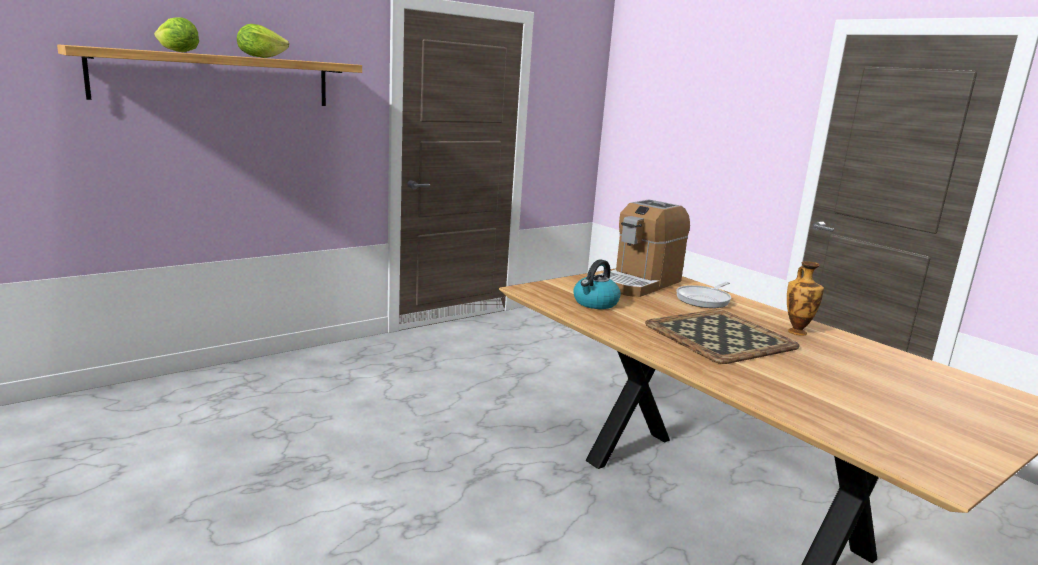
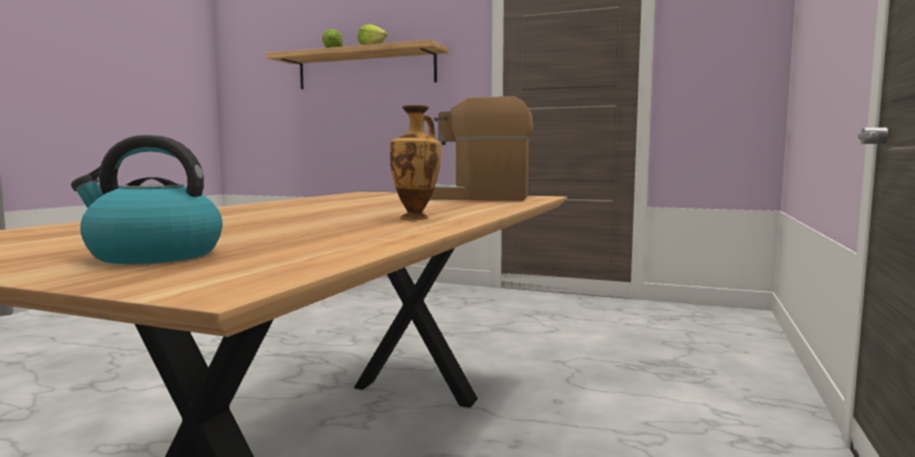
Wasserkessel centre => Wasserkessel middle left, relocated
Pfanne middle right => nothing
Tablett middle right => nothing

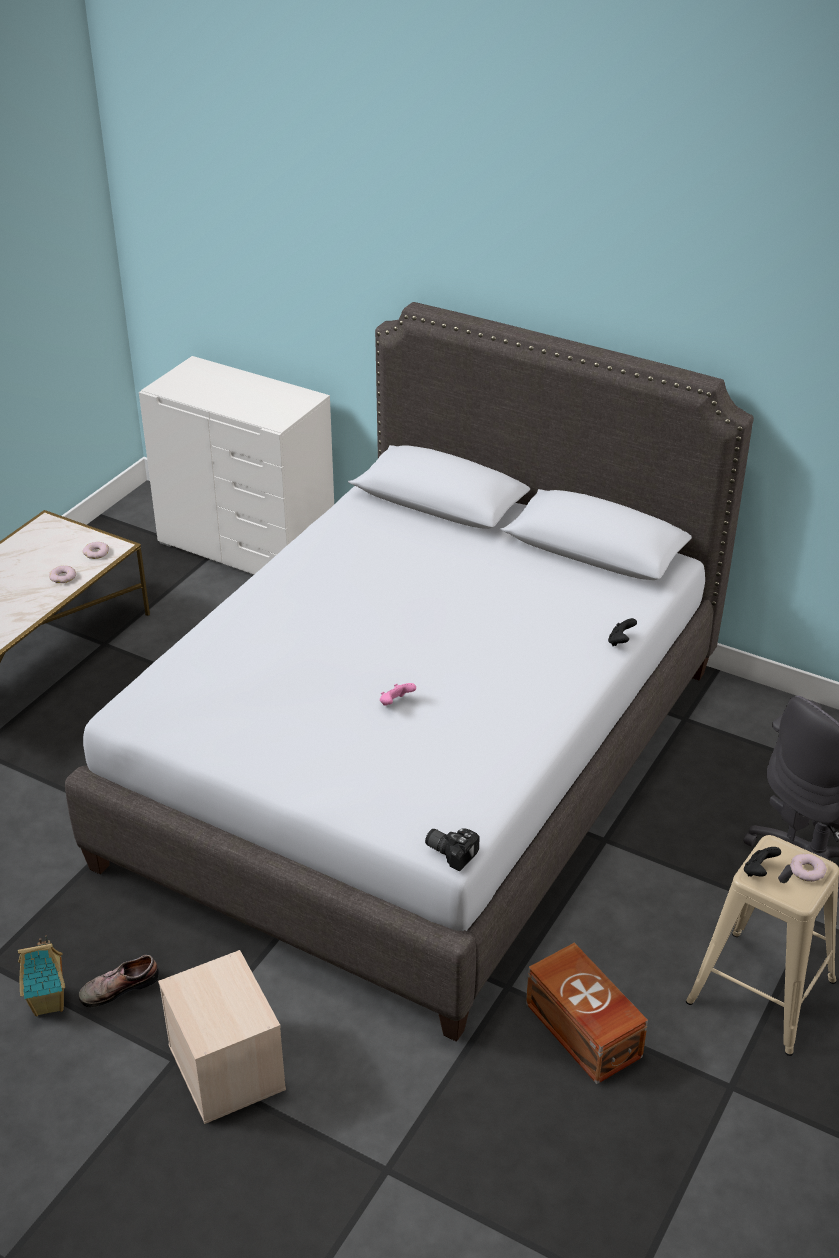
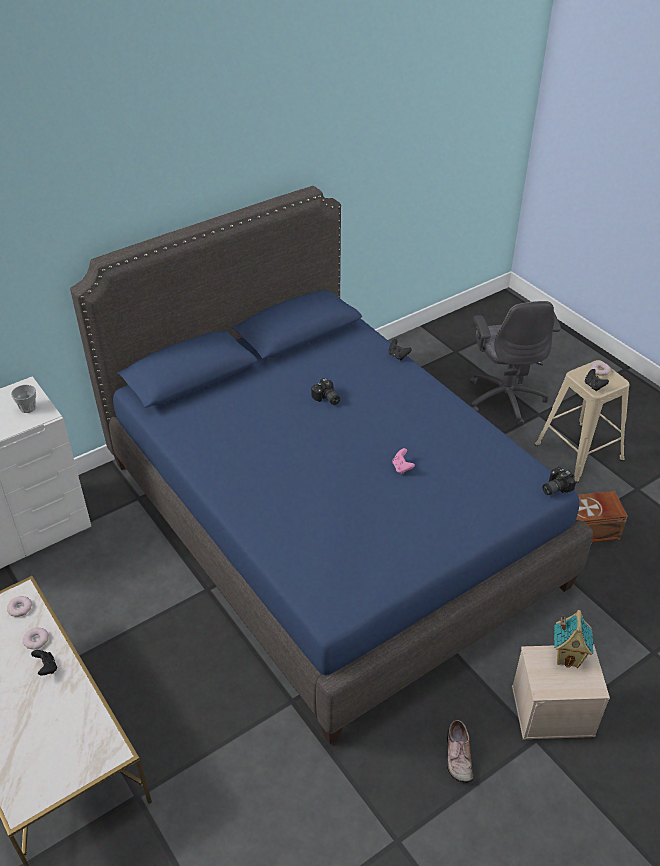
Bett/grau centre => Bett/blau centre
Spielzeughaus bottom left => Spielzeughaus bottom right, relocated
nothing => Kamera (no. 1 from left) centre
nothing => Tasse middle left
nothing => Gamepad/schwarz (no. 1 from left) bottom left

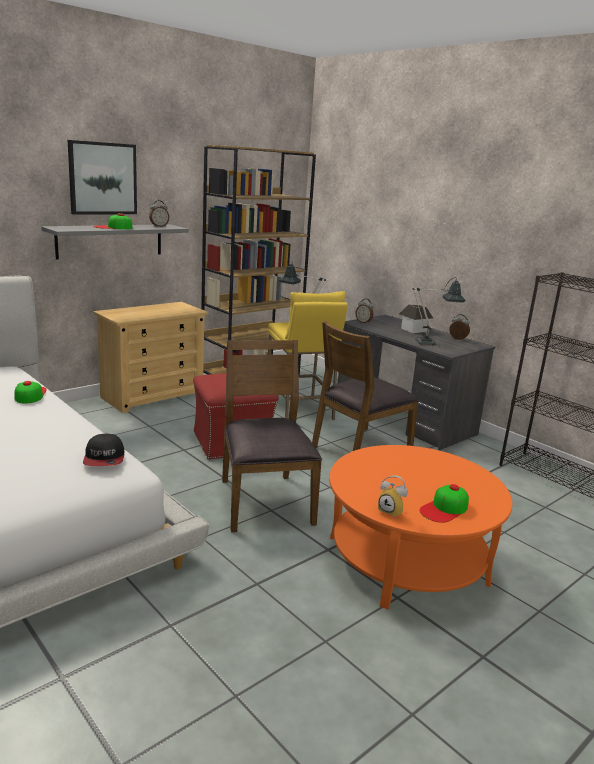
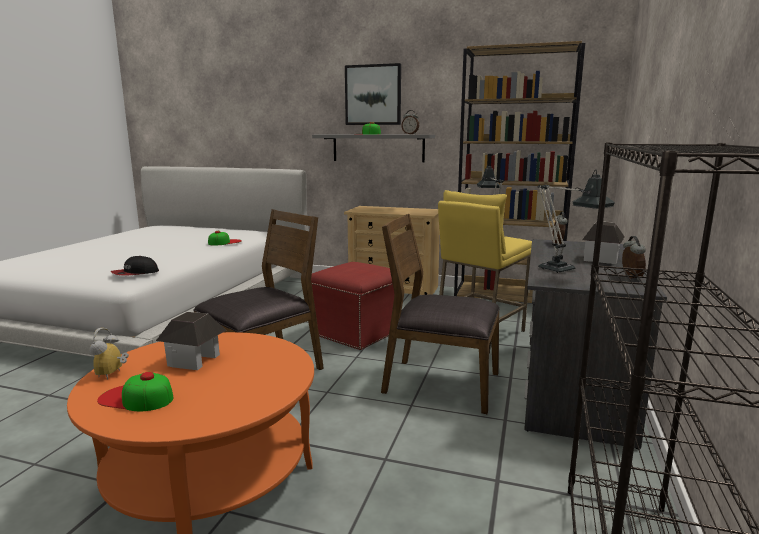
nothing => Spielzeughaus (no. 1 from left) middle left

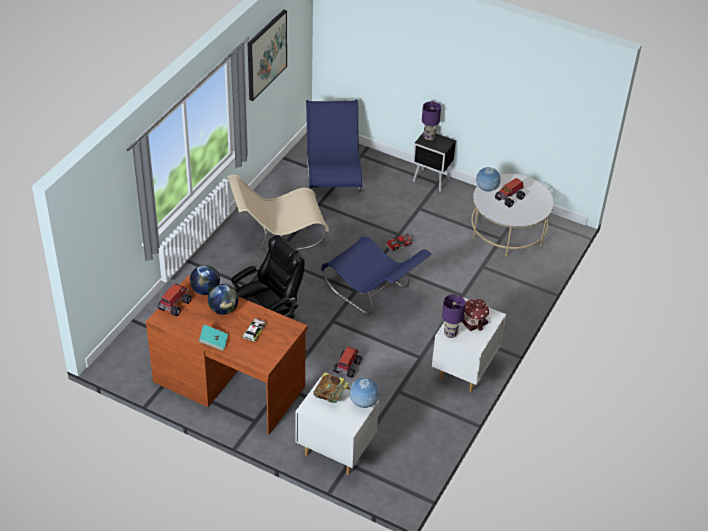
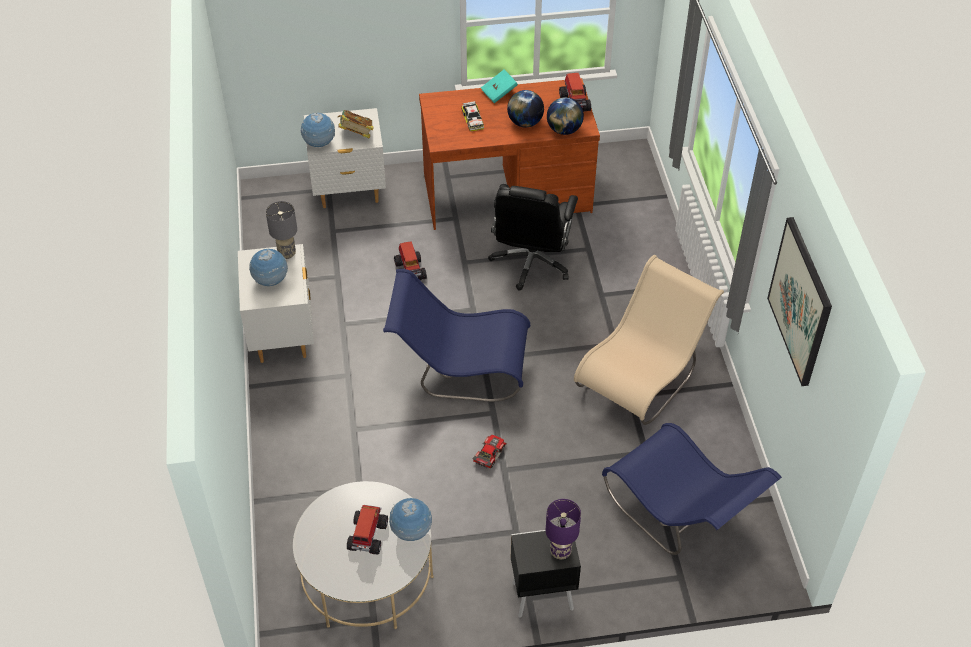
Tischlampe/lila (no. 2 from left) centre => Tischlampe/grau middle left
Spielzeughaus middle right => Globus (no. 1 from left) middle left

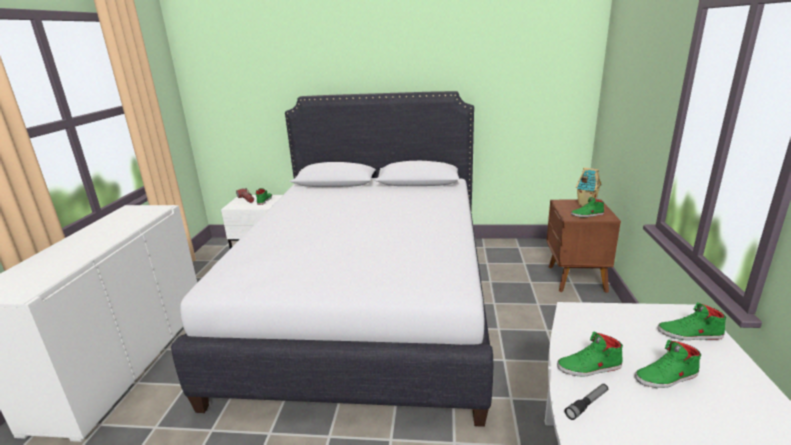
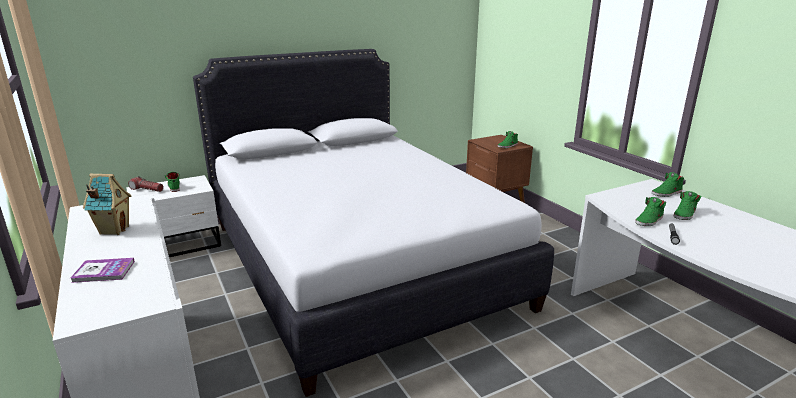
Spielzeughaus middle right => Spielzeughaus middle left, relocated
nothing => Buch bottom left

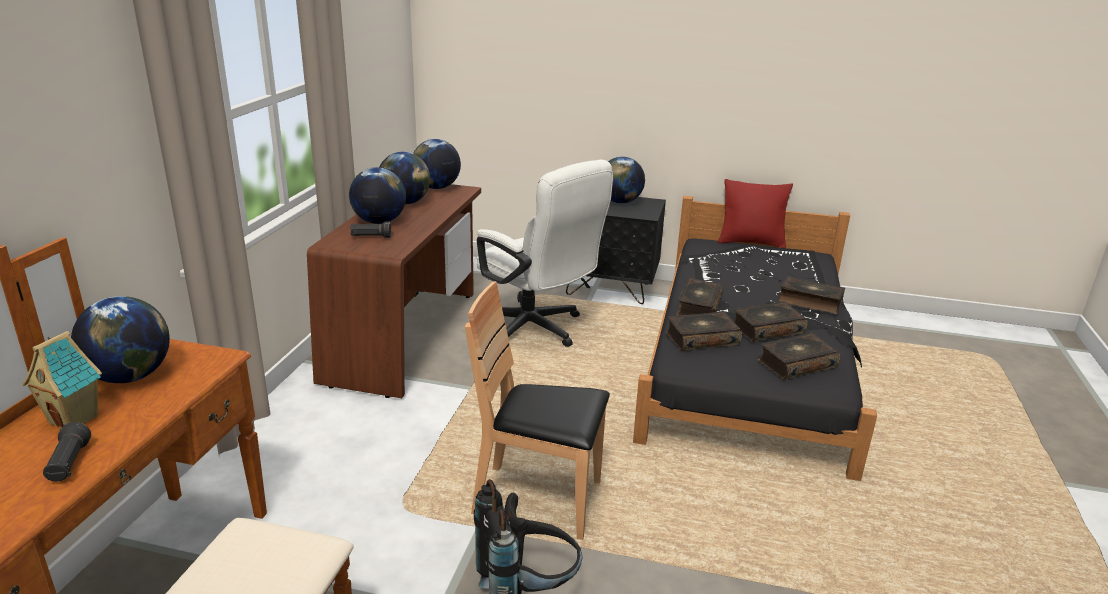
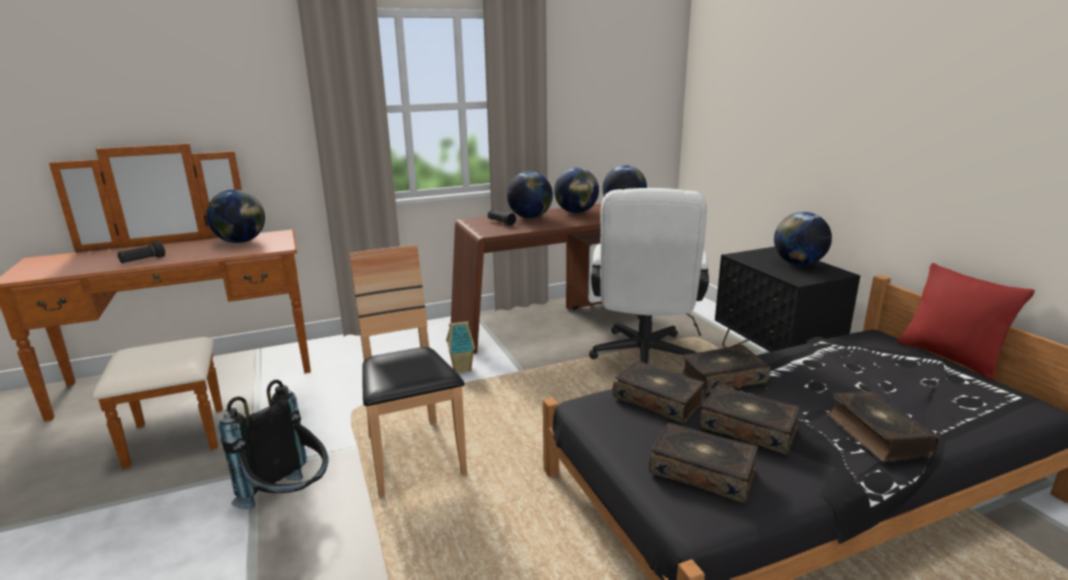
Spielzeughaus middle left => Spielzeughaus centre, relocated

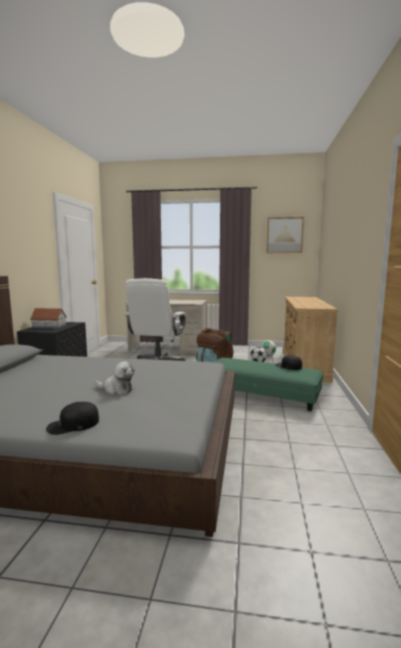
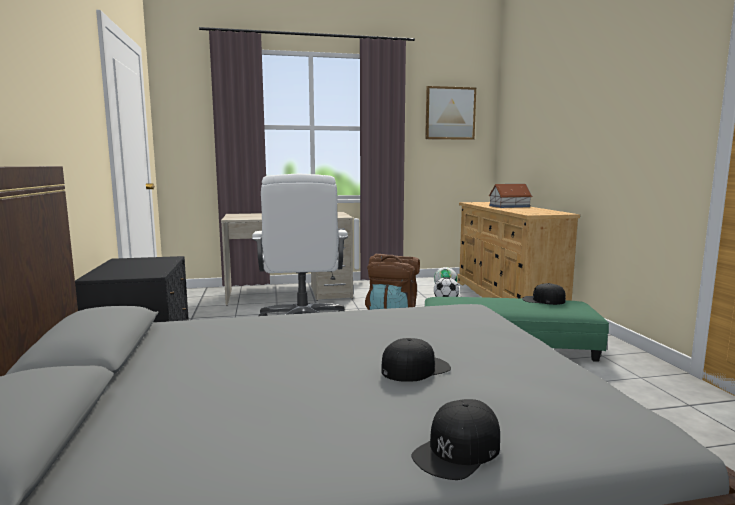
Spielzeughaus middle left => Spielzeughaus middle right, relocated
Plüschtier middle left => Kappe/schwarz (no. 1 from left) bottom centre

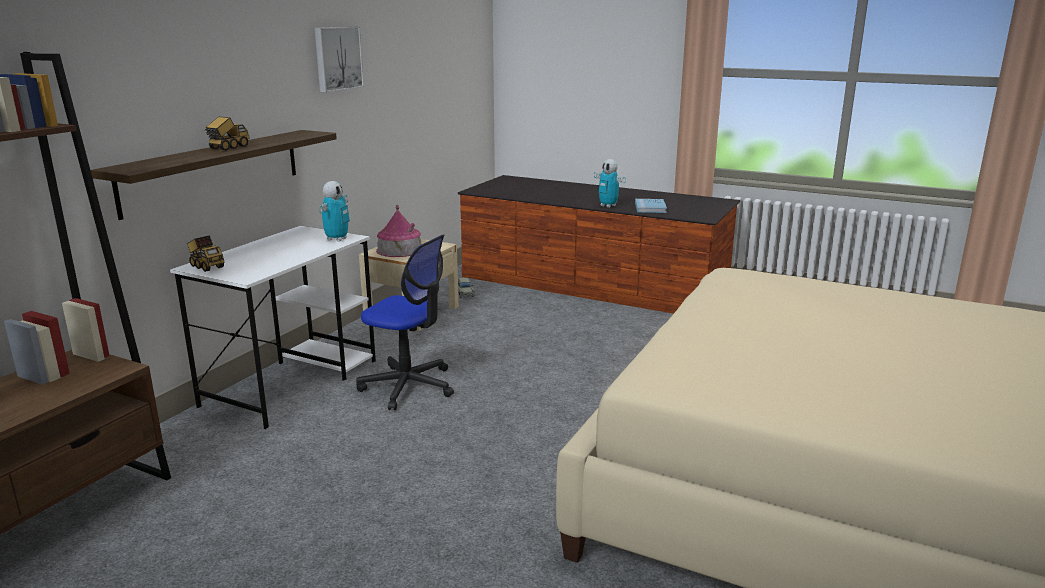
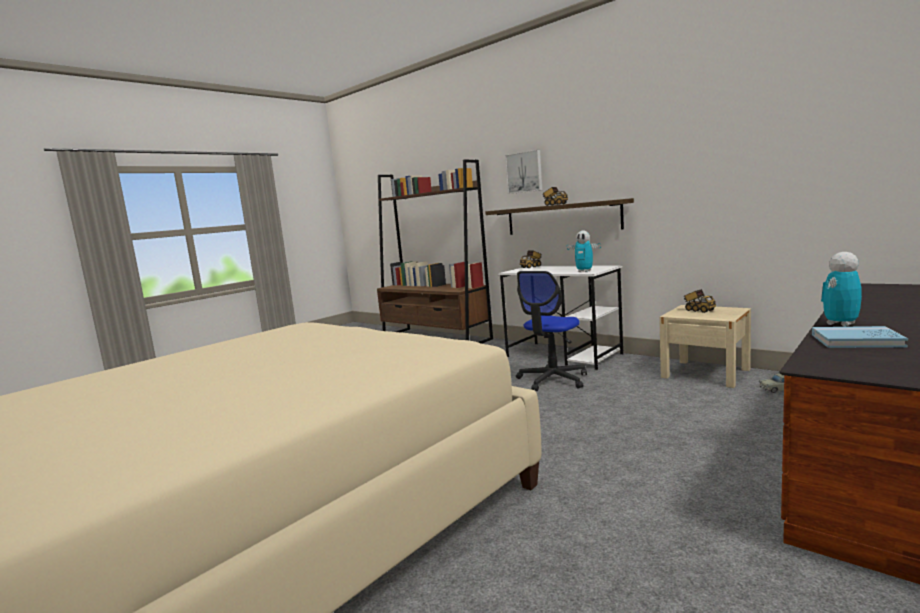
Bild top left => Bild top centre, relocated
Spielzeughaus centre => Spielzeuglaster (no. 3 from left) middle right

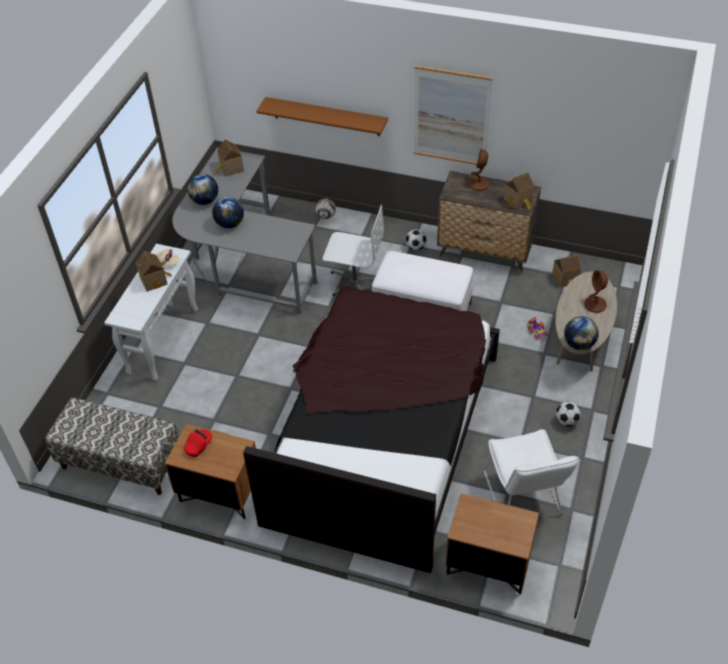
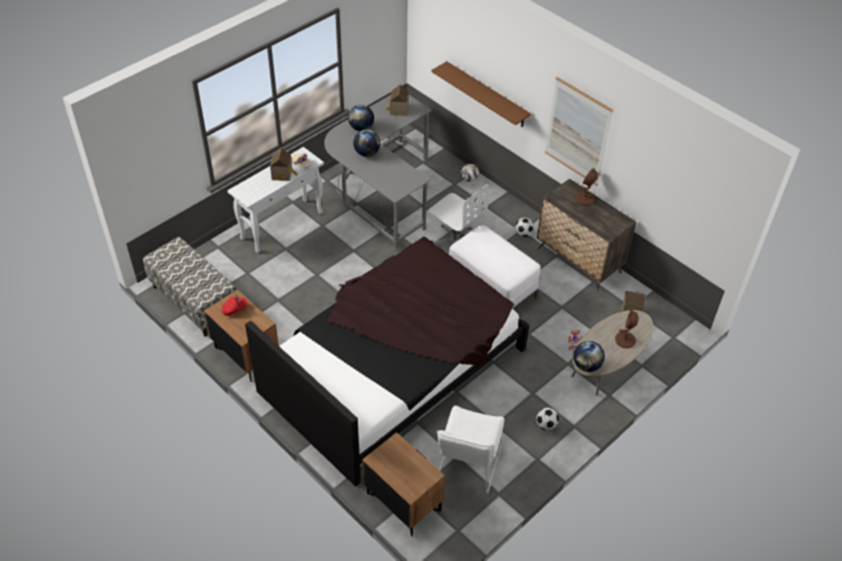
Spielzeughaus (no. 3 from left) top right => nothing

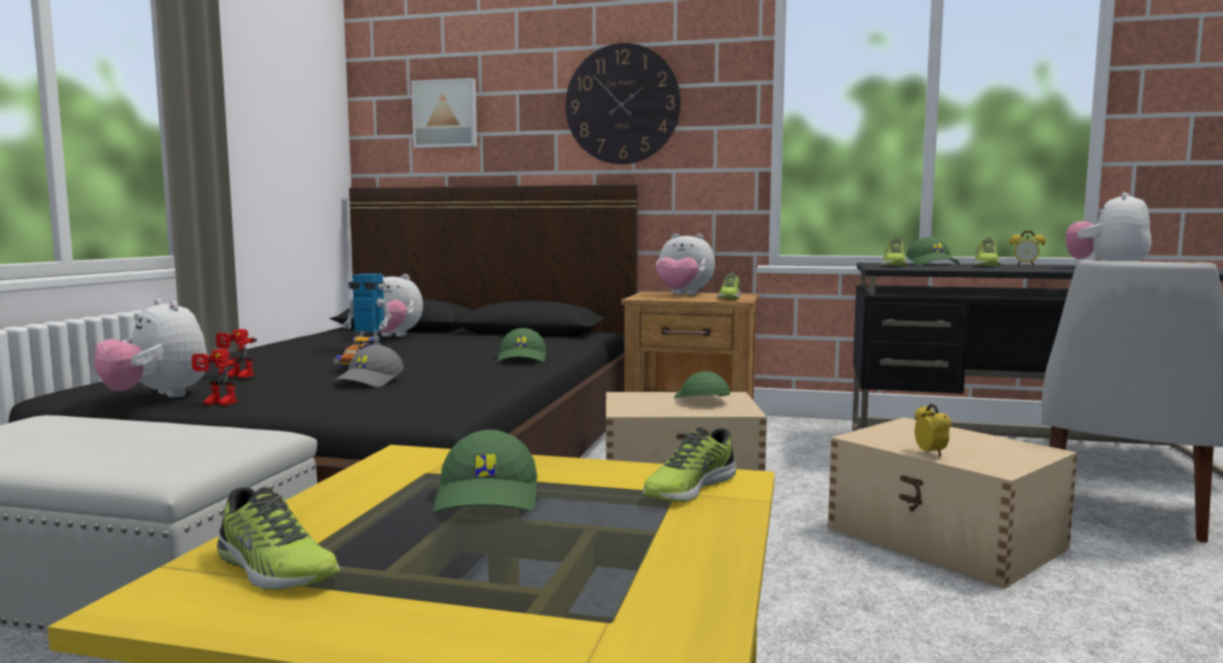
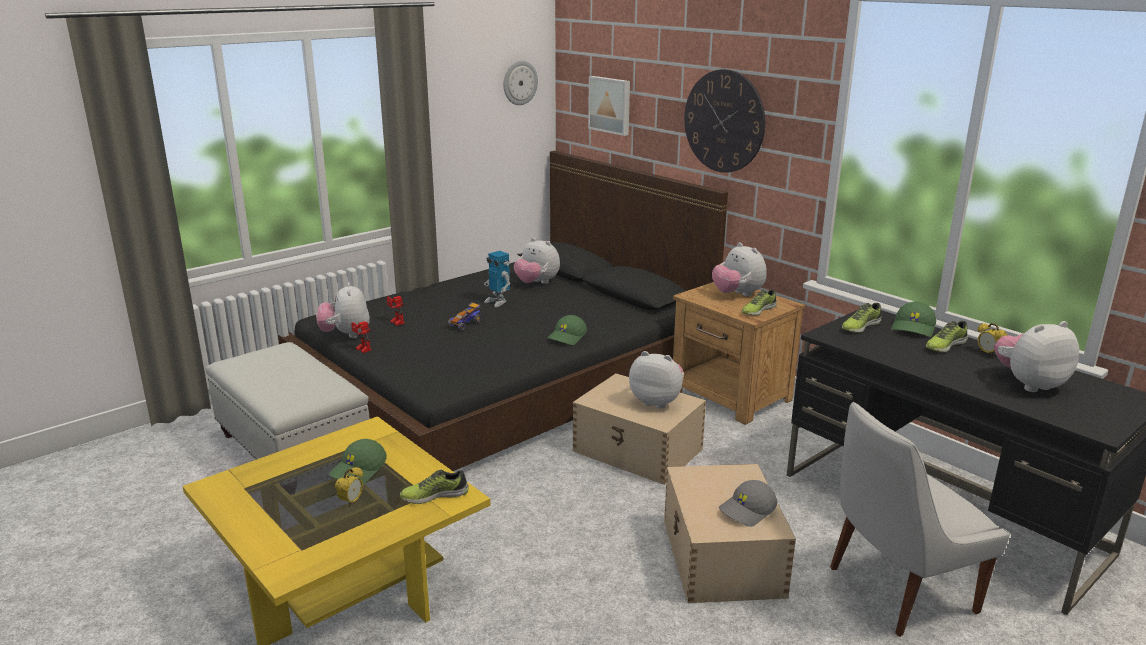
Kappe/grau middle left => Kappe/grau bottom centre, relocated
Kappe/grün (no. 3 from left) centre => Plüschtier (no. 3 from left) centre
Wecker (no. 1 from left) middle right => Wecker (no. 1 from left) bottom left, relocated
Schuh (no. 1 from left) bottom left => nothing
nothing => Wanduhr (no. 1 from left) top centre

